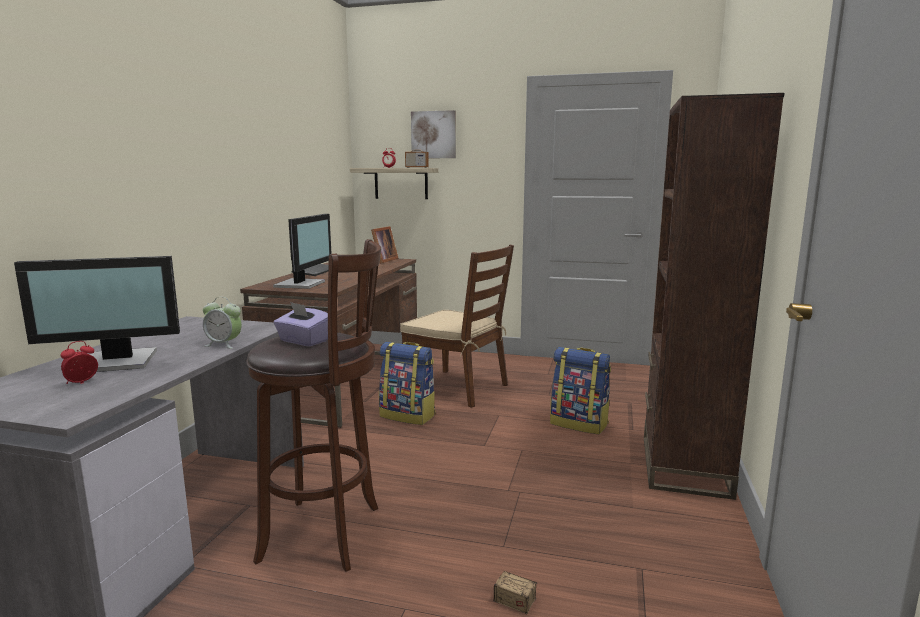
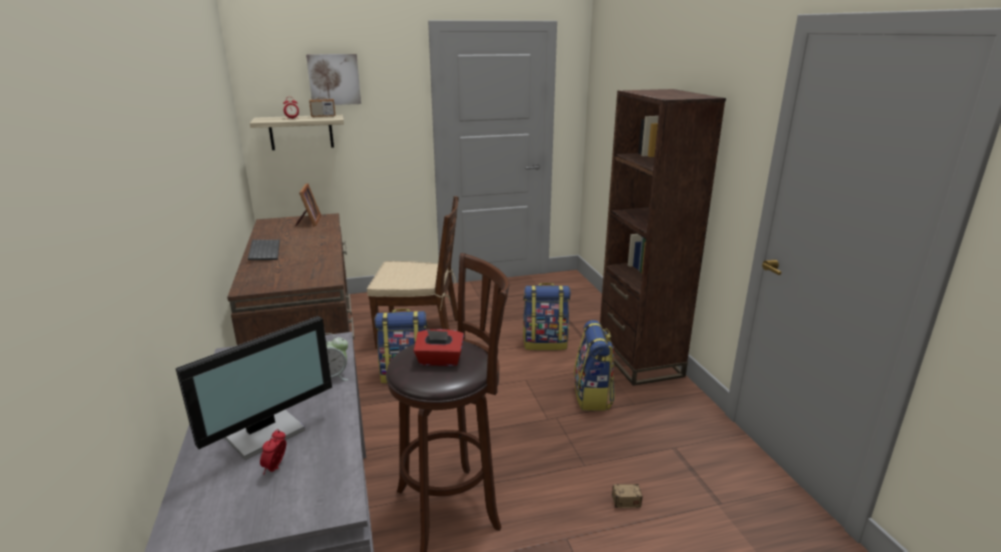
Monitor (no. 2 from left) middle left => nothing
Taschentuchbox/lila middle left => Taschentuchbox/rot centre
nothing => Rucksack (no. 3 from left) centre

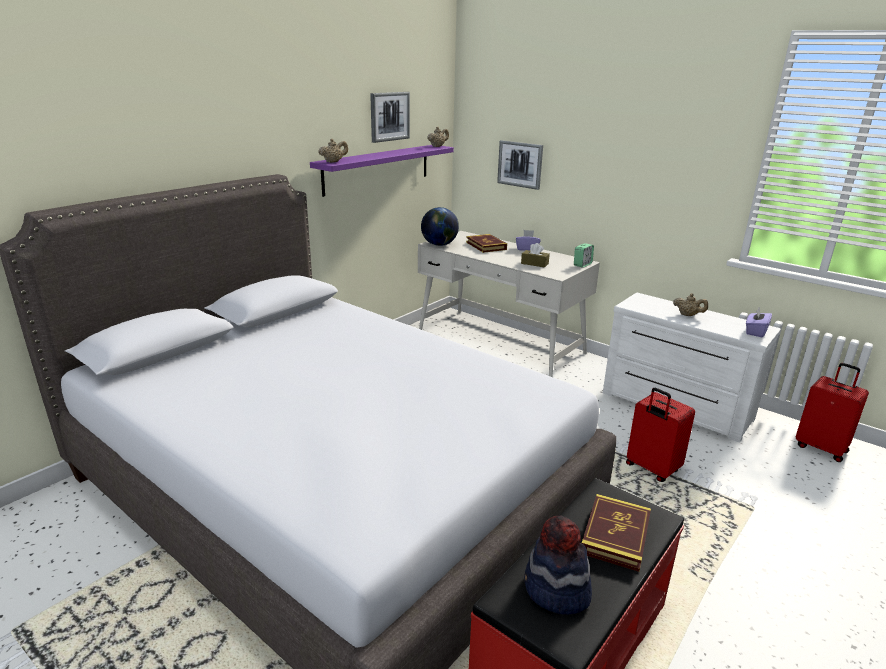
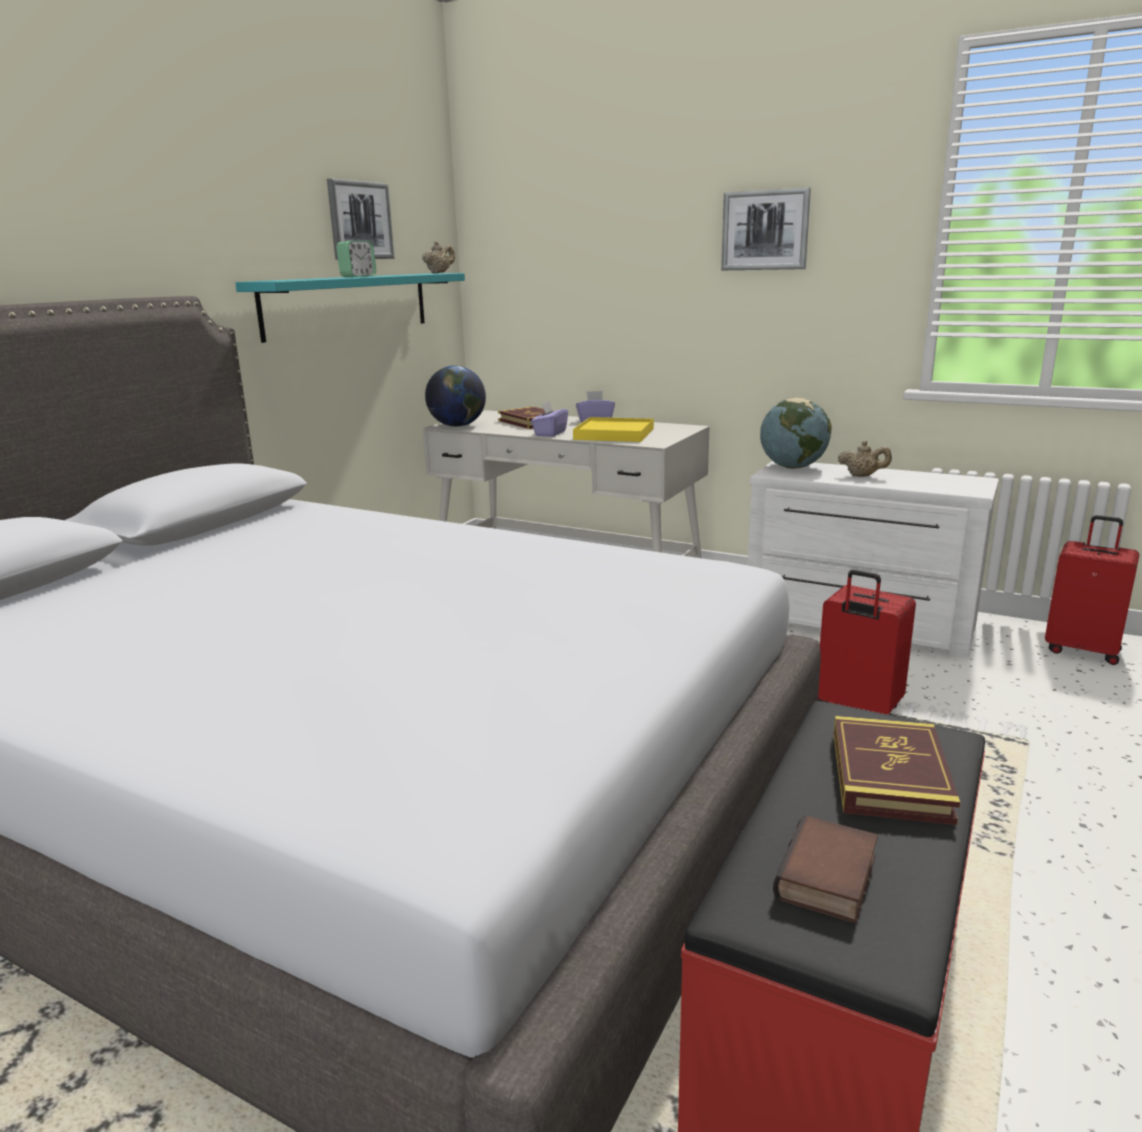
Teekanne/beige (no. 1 from left) top centre => nothing
Bild (no. 2 from left) top centre => Bild (no. 2 from left) top right, relocated
Wandregal/lila top centre => Wandregal/türkis top left
Taschentuchbox/braun centre => Tablett/gelb centre
Wecker centre => Wecker top left, relocated
Taschentuchbox/lila (no. 2 from left in the first image) middle right => Taschentuchbox/lila (no. 1 from left) centre, relocated
Hut bottom centre => Buch (no. 2 from left) bottom right
nothing => Globus (no. 2 from left) middle right

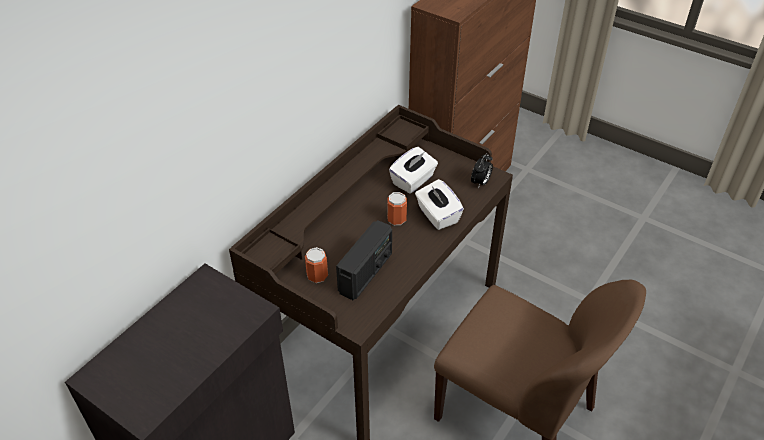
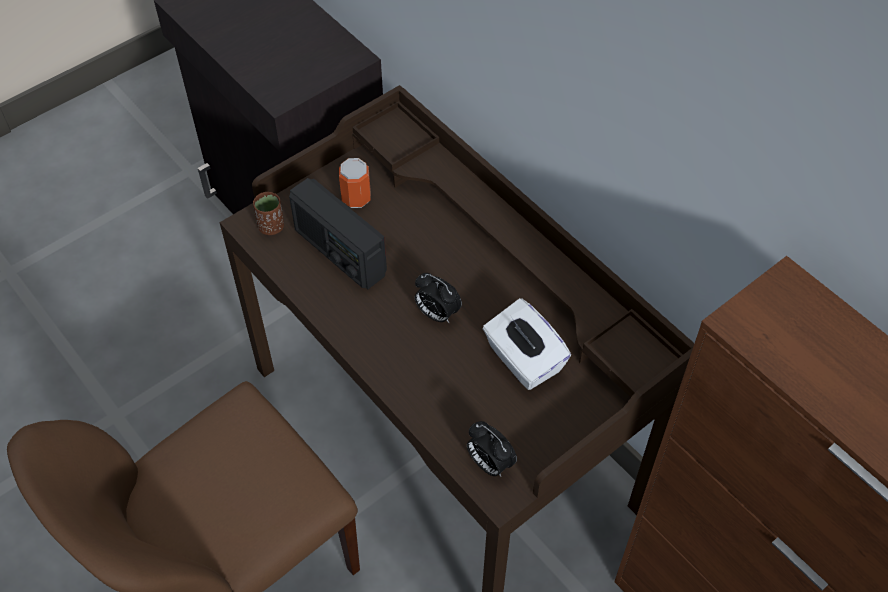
Taschentuchbox/weiß (no. 2 from left) centre => nothing
Dose (no. 2 from left) centre => Wecker (no. 1 from left) centre
nothing => Tasse/braun middle left

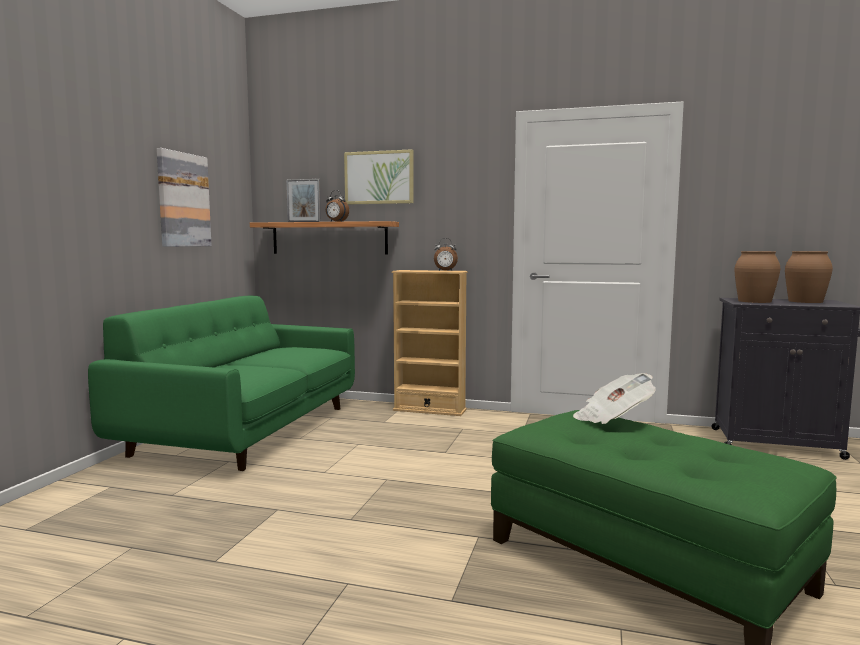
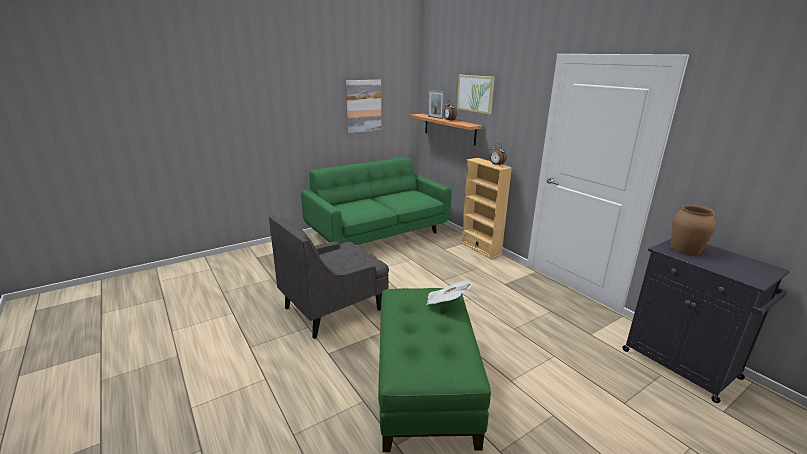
Vase/braun (no. 2 from left) middle right => nothing
nothing => Sessel/grau centre

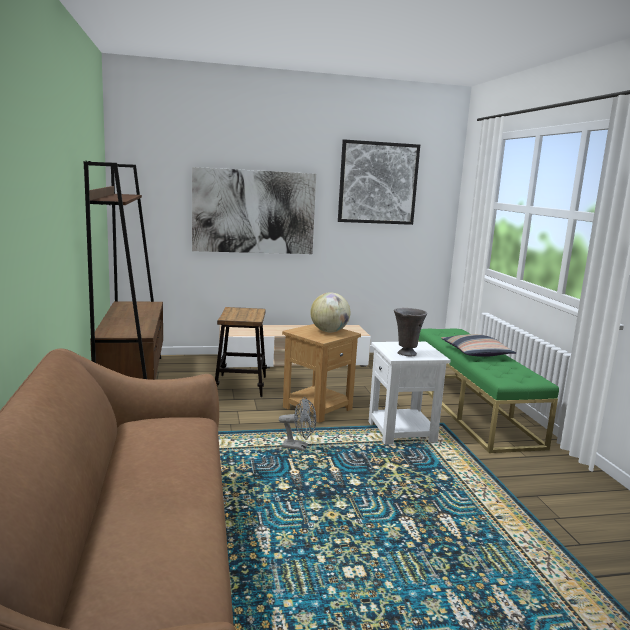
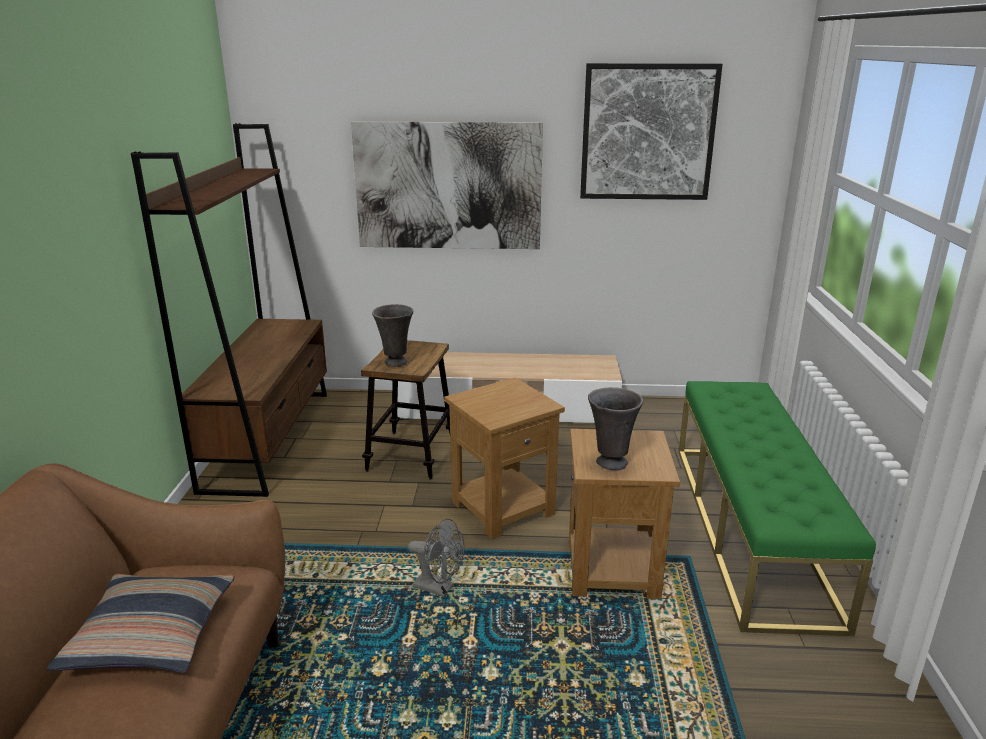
Globus centre => nothing
Kissen middle right => Kissen bottom left, relocated
Beistelltisch/weiß centre => Beistelltisch/braun (no. 2 from left) bottom centre
nothing => Vase/grau (no. 1 from left) centre

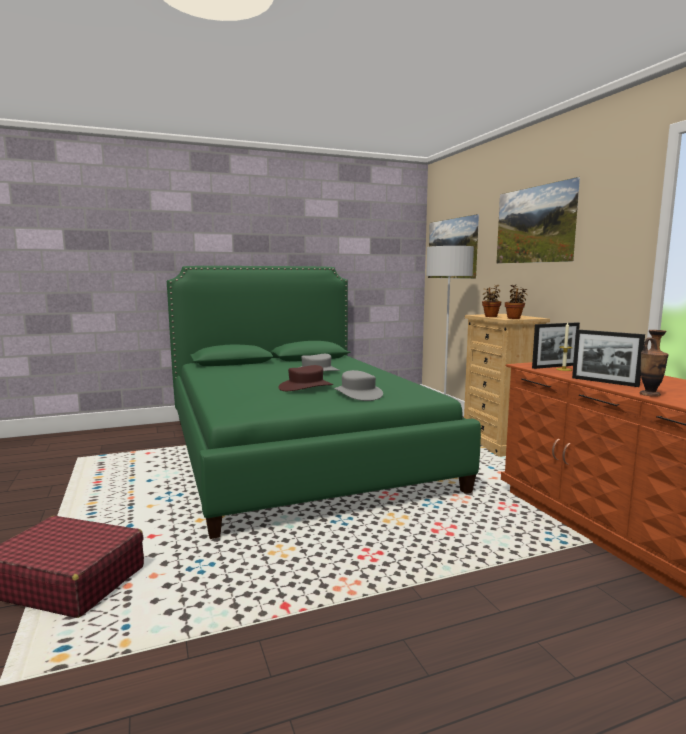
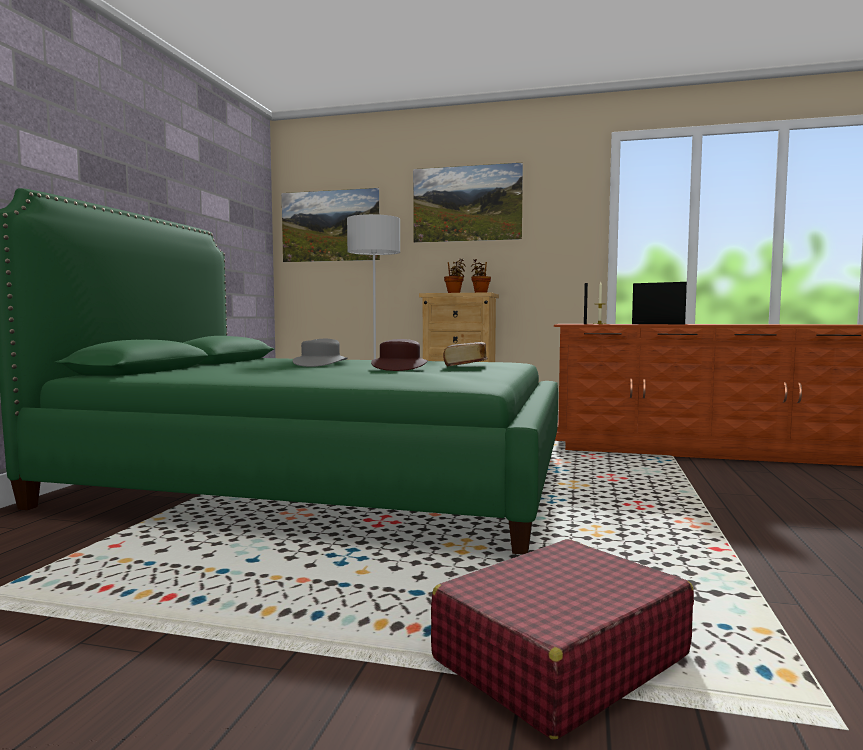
Bilderrahmen (no. 2 from left) middle right, 135 degrees counterclockwise
Vase middle right => nothing
Hut/grau (no. 2 from left) centre => Buch centre

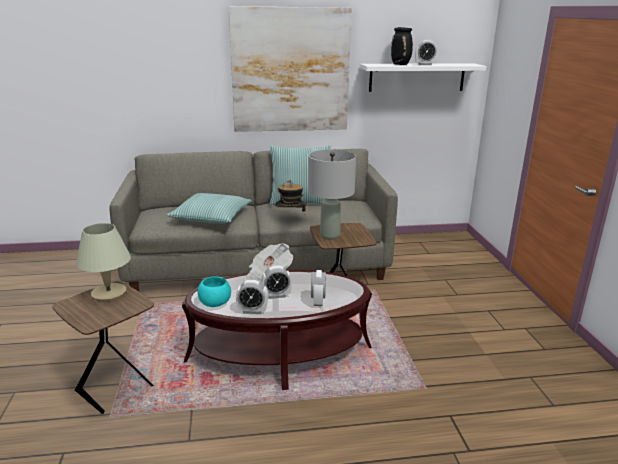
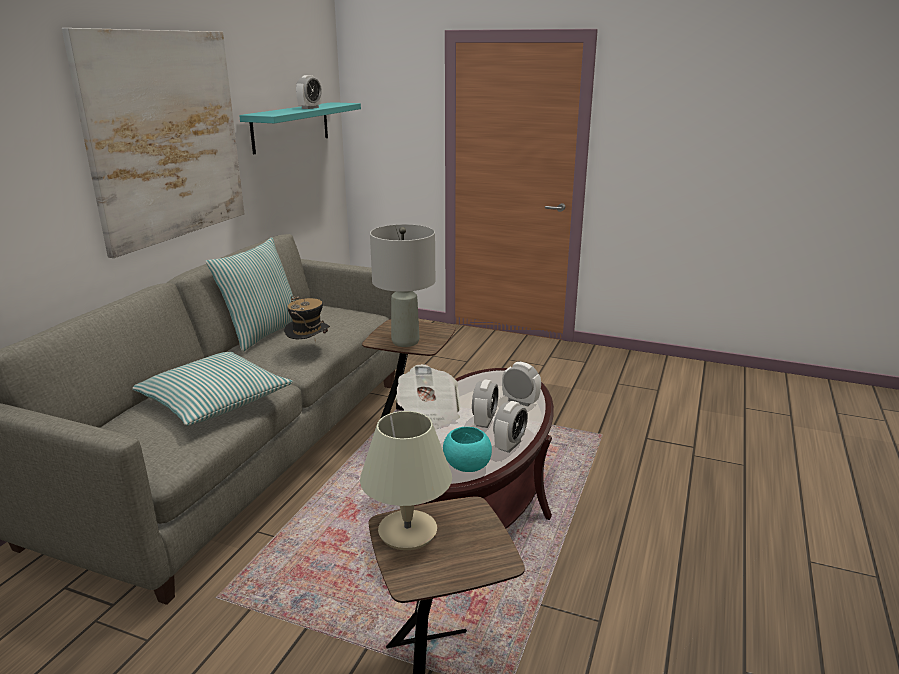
Vase/schwarz top centre => nothing
Wandregal/weiß top right => Wandregal/türkis top centre

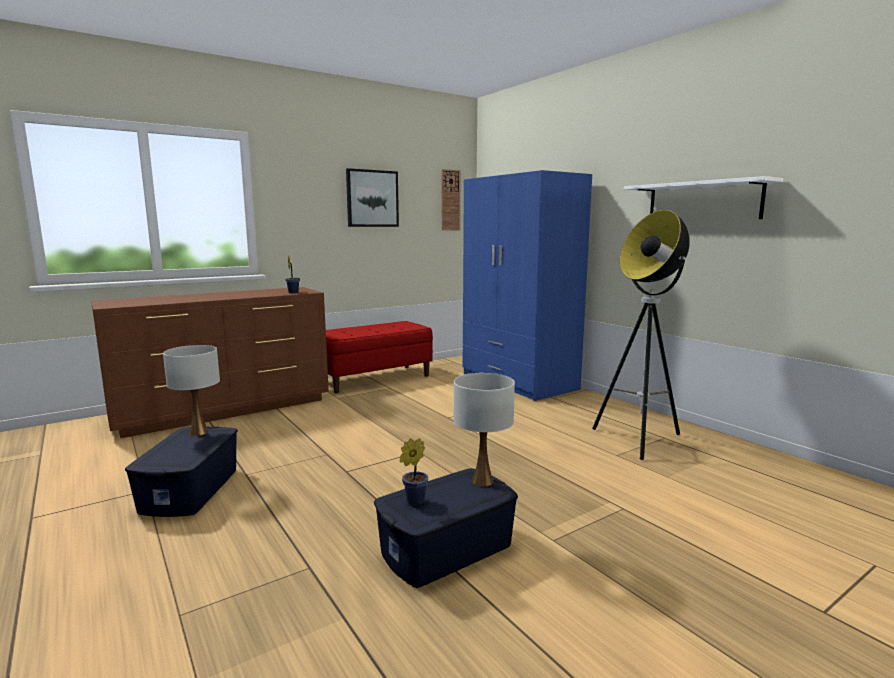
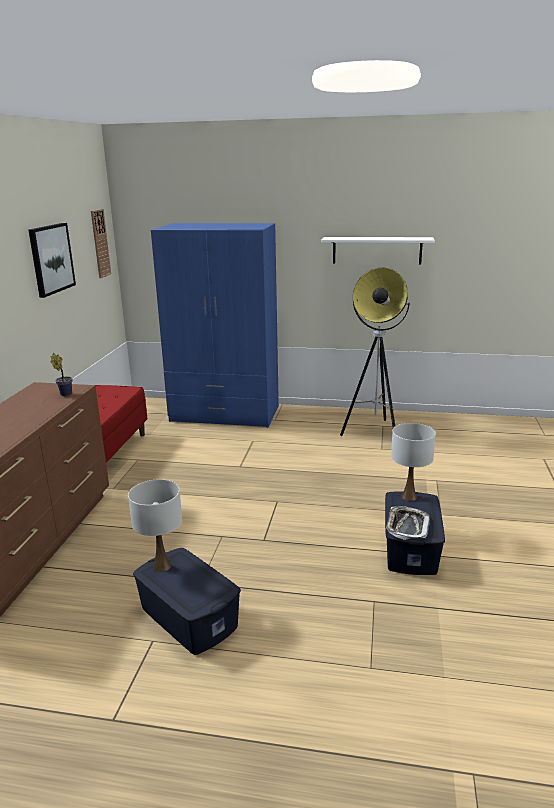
Topfpflanze (no. 2 from left) bottom centre => Tablett middle right

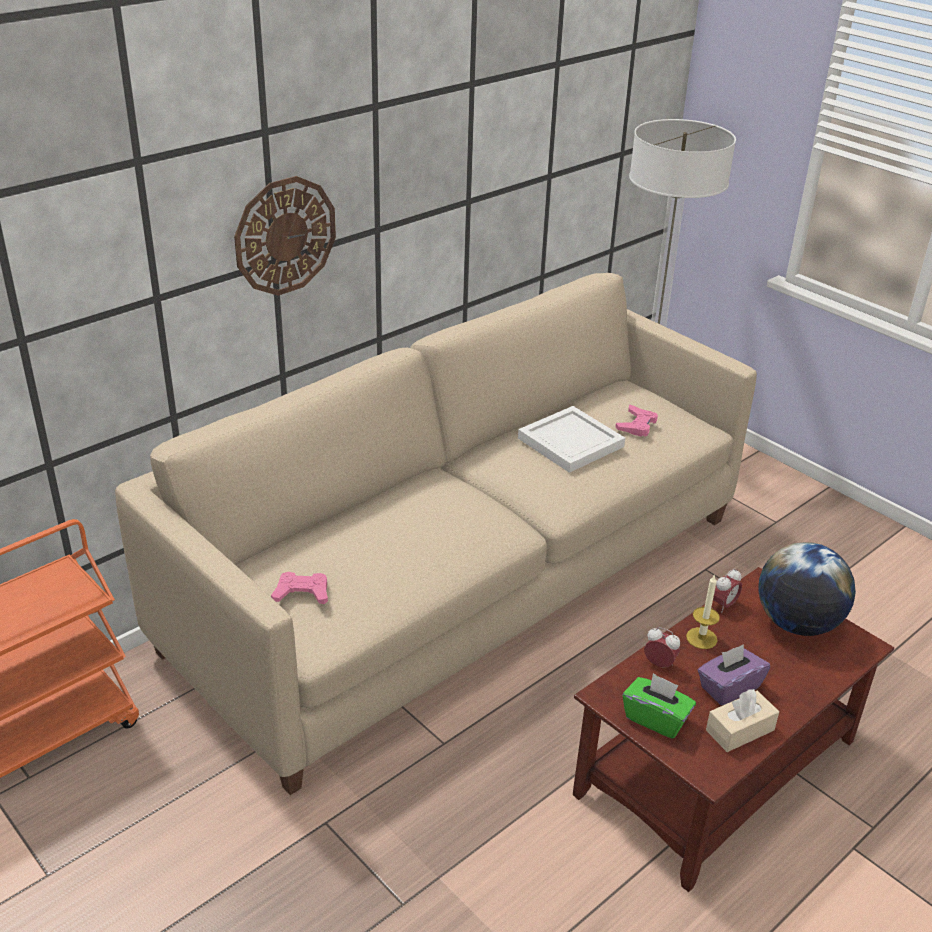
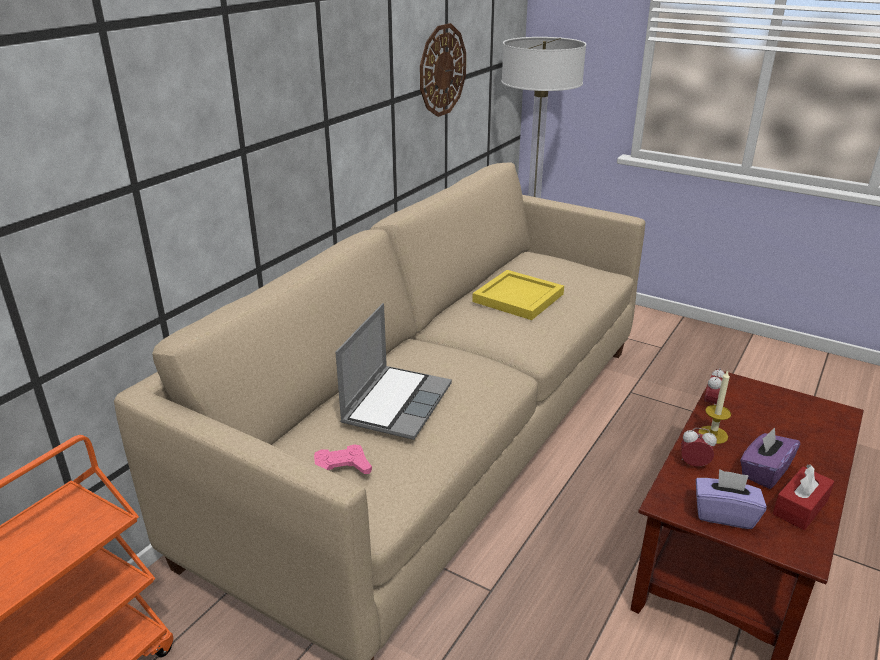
Wanduhr top left => Wanduhr top centre, relocated
Gamepad/rosa (no. 2 from left) middle right => nothing
Tablett/weiß centre => Tablett/gelb centre
Globus middle right => nothing
Taschentuchbox/grün bottom right => Taschentuchbox/lila (no. 1 from left) bottom right
Taschentuchbox/beige bottom right => Taschentuchbox/rot bottom right
nothing => Laptop centre

